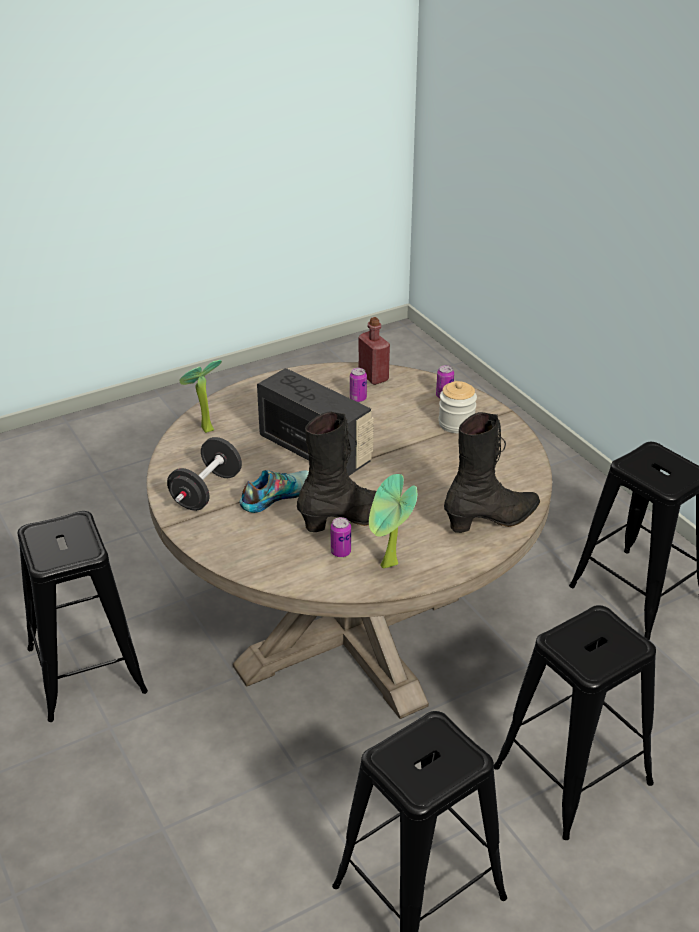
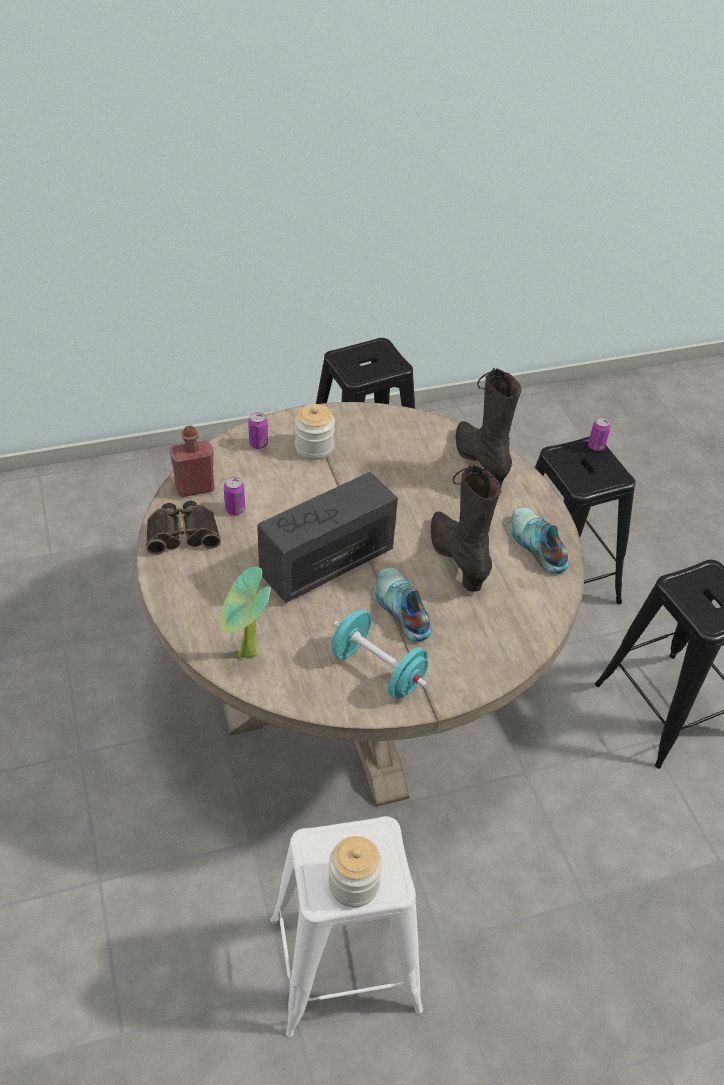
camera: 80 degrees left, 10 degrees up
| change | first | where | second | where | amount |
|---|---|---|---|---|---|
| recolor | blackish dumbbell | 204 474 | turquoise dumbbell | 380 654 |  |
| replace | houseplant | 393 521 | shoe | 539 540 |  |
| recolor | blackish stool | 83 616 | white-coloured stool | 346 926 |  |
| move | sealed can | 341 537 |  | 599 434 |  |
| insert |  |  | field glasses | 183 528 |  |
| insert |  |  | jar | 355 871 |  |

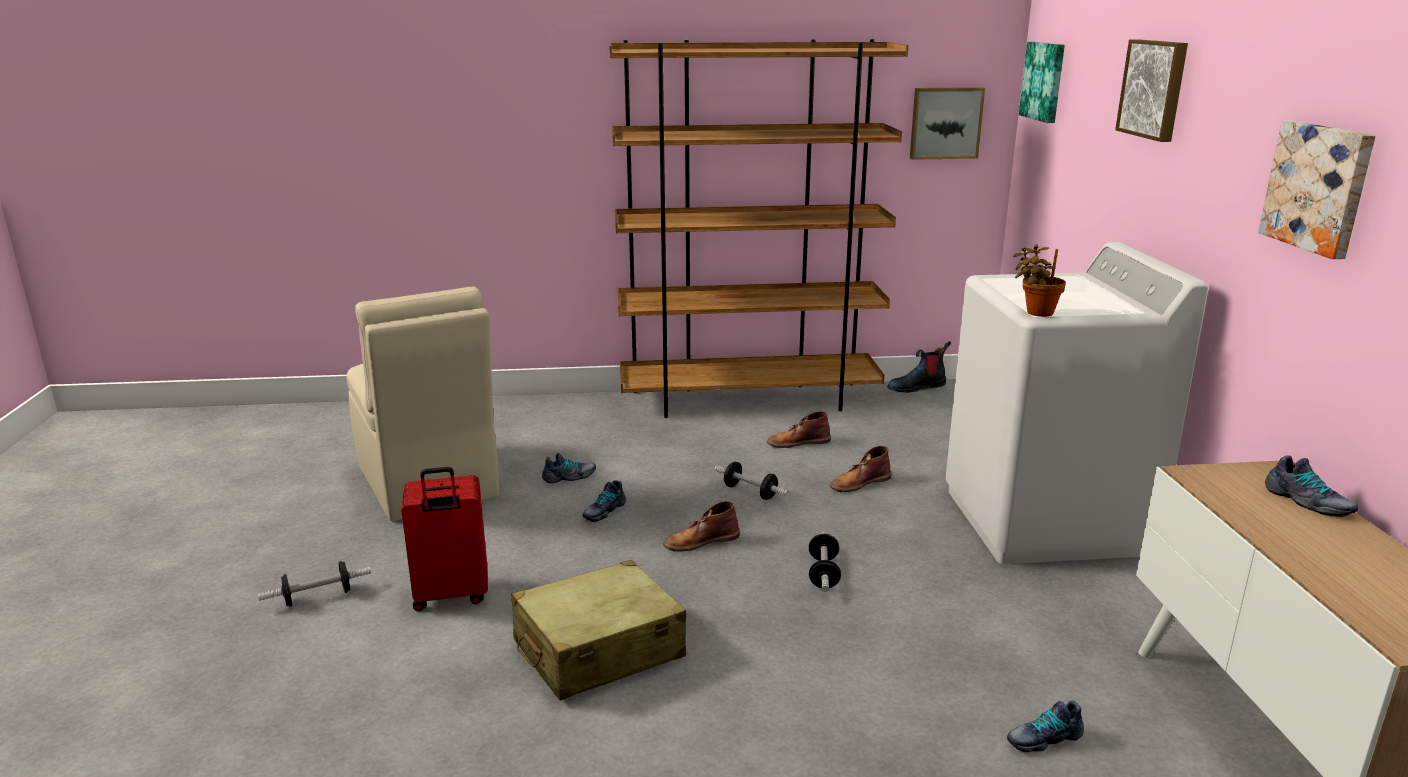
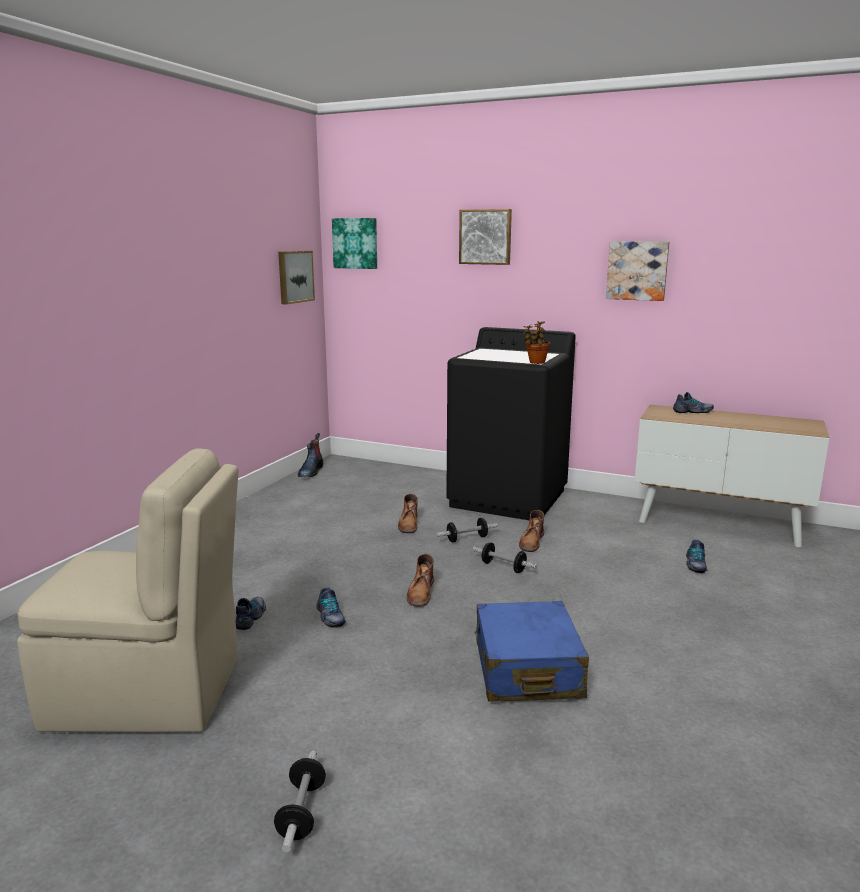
camera: 60 degrees left, 5 degrees down
| change | first | where | second | where | amount |
|---|---|---|---|---|---|
| delete | brown-coloured bookcase | 758 228 |  |  |  |
| recolor | white-coloured laundry appliance | 1077 403 | blackish laundry appliance | 511 423 |  |
| move | brown-coloured tall boot | 799 429 |  | 531 531 |  |
| move | dumbbell | 752 481 |  | 467 530 |  |
| delete | red-coloured piece of luggage | 444 539 |  |  |  |
| recolor | beige piece of luggage | 598 630 | blue piece of luggage | 531 651 |  |

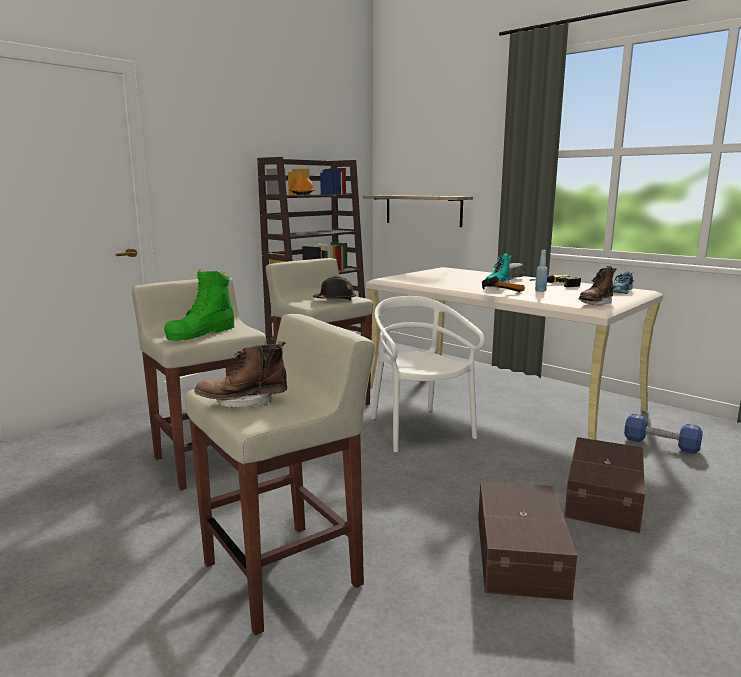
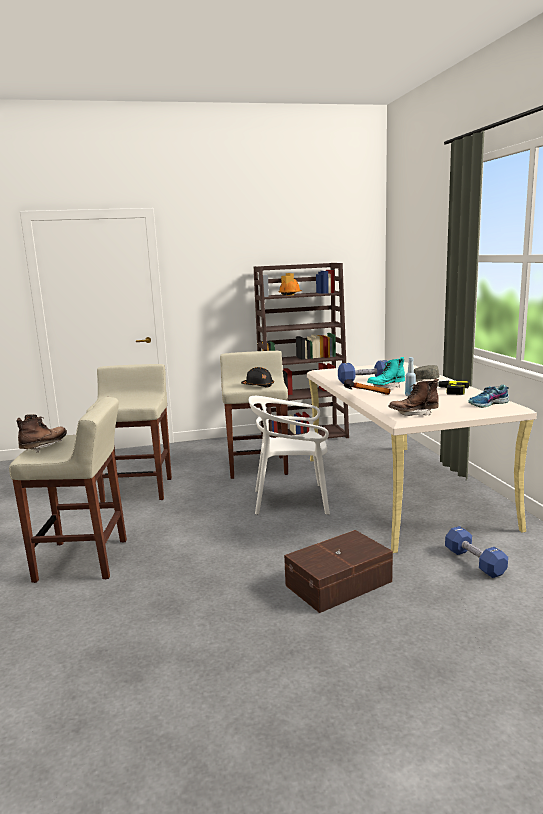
camera: 35 degrees right, 0 degrees up
| change | first | where | second | where | amount |
|---|---|---|---|---|---|
| delete | wall shelf | 418 211 |  |  |  |
| delete | green-coloured tall boot | 199 305 |  |  |  |
| rotate | white-coloured plain chair | 428 374 |  | 289 455 | 105 degrees counterclockwise |
| rotate | brown-coloured tall boot | 240 374 |  | 41 433 | 105 degrees clockwise |
| delete | brown-coloured storage box | 527 540 |  |  |  |
| insert |  |  | blue dumbbell | 363 372 |  |

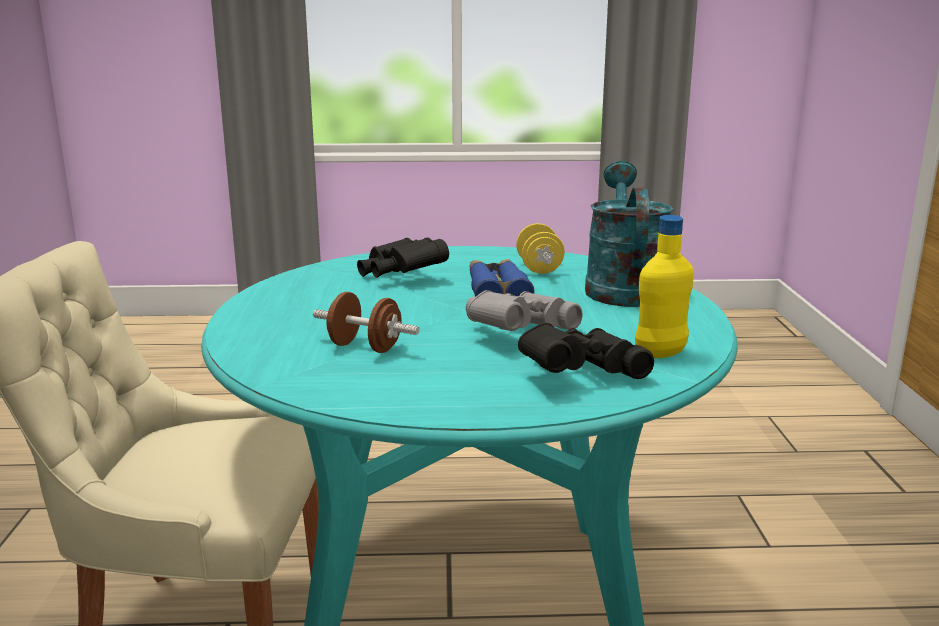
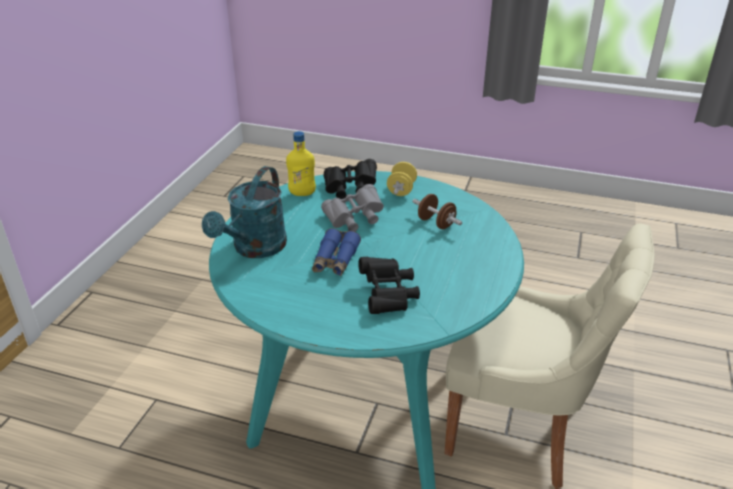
camera: 160 degrees left, 15 degrees up
| change | first | where | second | where | amount |
|---|---|---|---|---|---|
| move | yellow-coloured dumbbell | 540 248 |  | 402 179 |  |

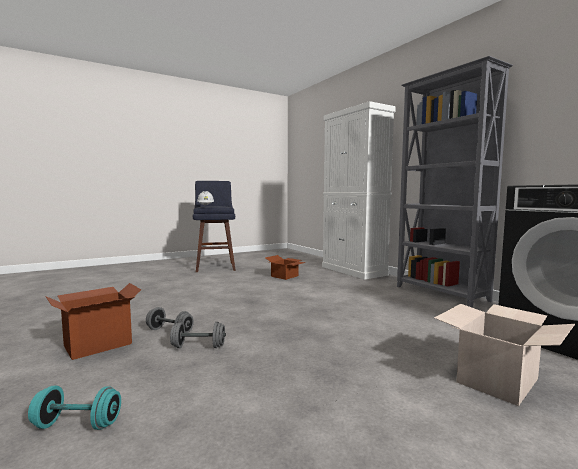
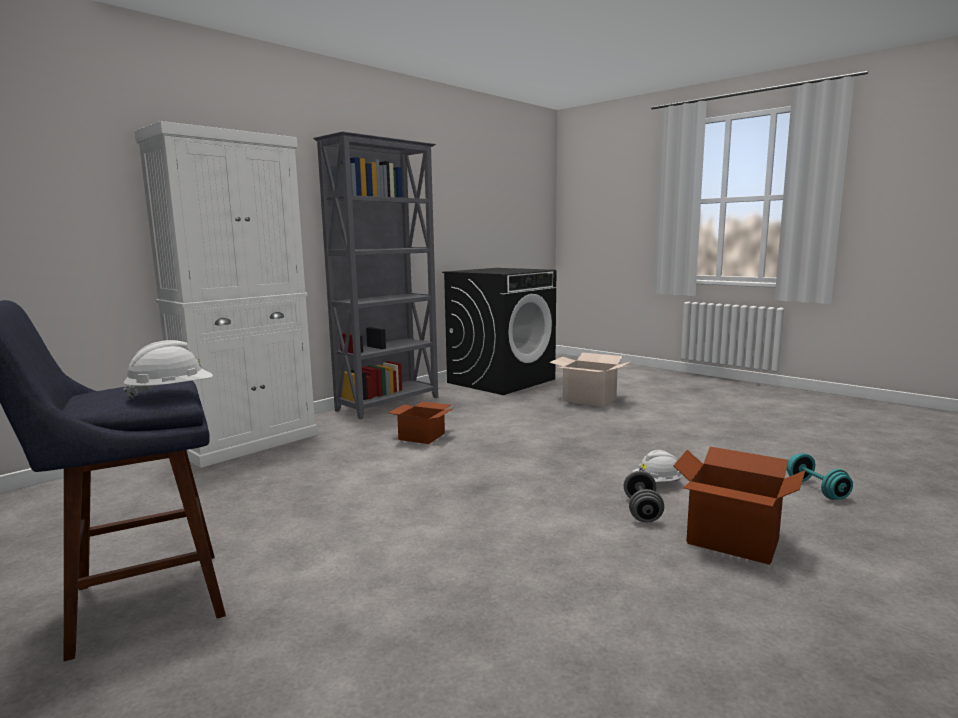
camera: 105 degrees left, 5 degrees up
| change | first | where | second | where | amount |
|---|---|---|---|---|---|
| move | cardboard box | 285 267 |  | 420 423 |  |
| replace | gray dumbbell | 198 335 | white-coloured safety helmet | 657 466 |  |

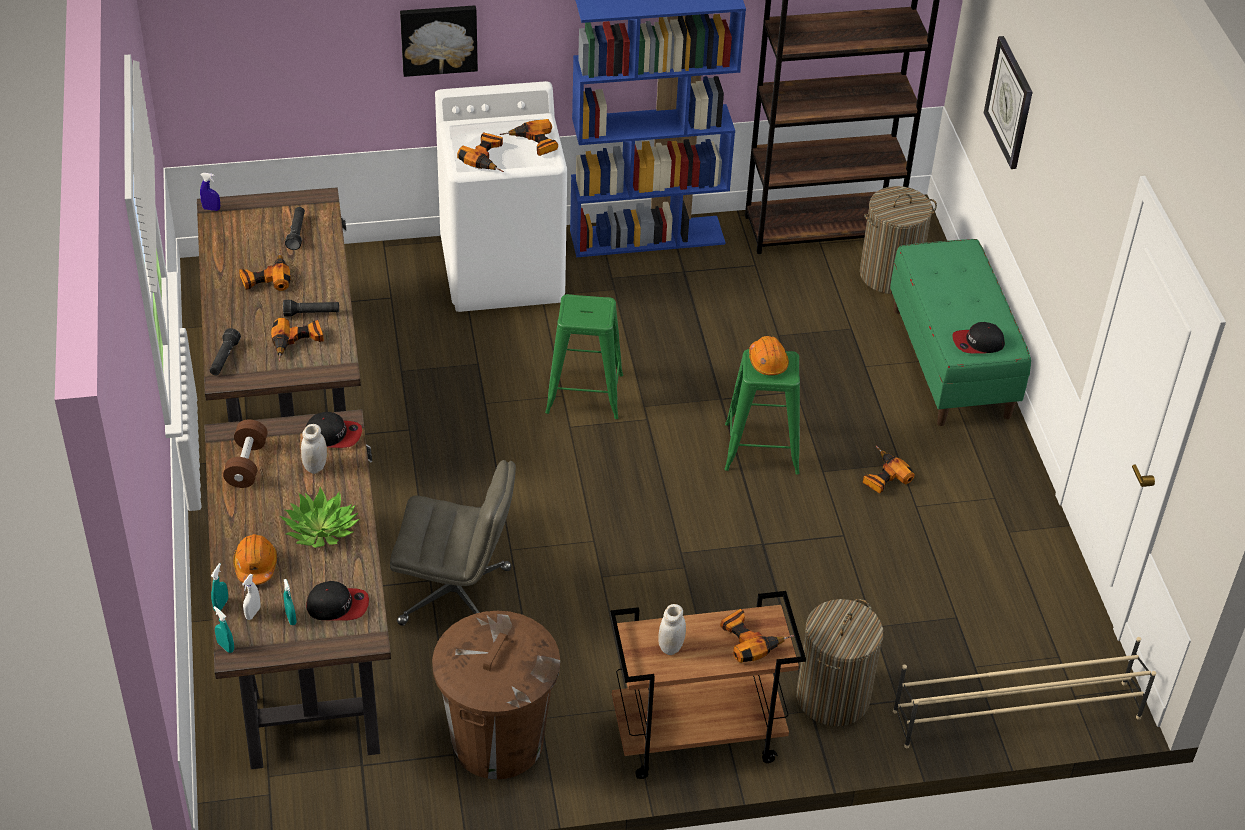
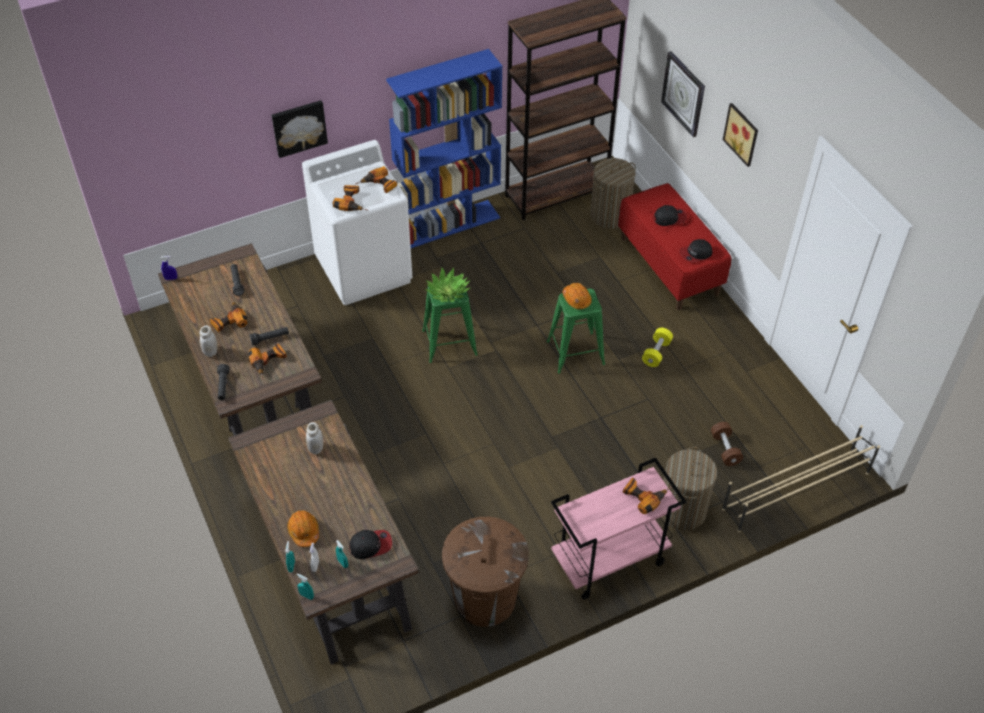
camera: 15 degrees left, 5 degrees up
| change | first | where | second | where | amount |
|---|---|---|---|---|---|
| recolor | green-coloured bench | 960 332 | red-coloured bench | 674 246 |  |
| move | baseball cap | 333 430 |  | 670 215 |  |
| move | brown-coloured dumbbell | 245 453 |  | 727 444 |  |
| replace | power drill | 889 470 | yellow-coloured dumbbell | 657 347 |  |
| delete | gray desk chair | 453 543 |  |  |  |
| move | houseplant | 320 517 |  | 448 285 |  |
| recolor | brown-coloured cart | 708 685 | pink-coloured cart | 619 529 |  |
| move | white-coloured jar | 672 629 |  | 209 341 |  |
| insert |  |  | picture | 740 135 |  |

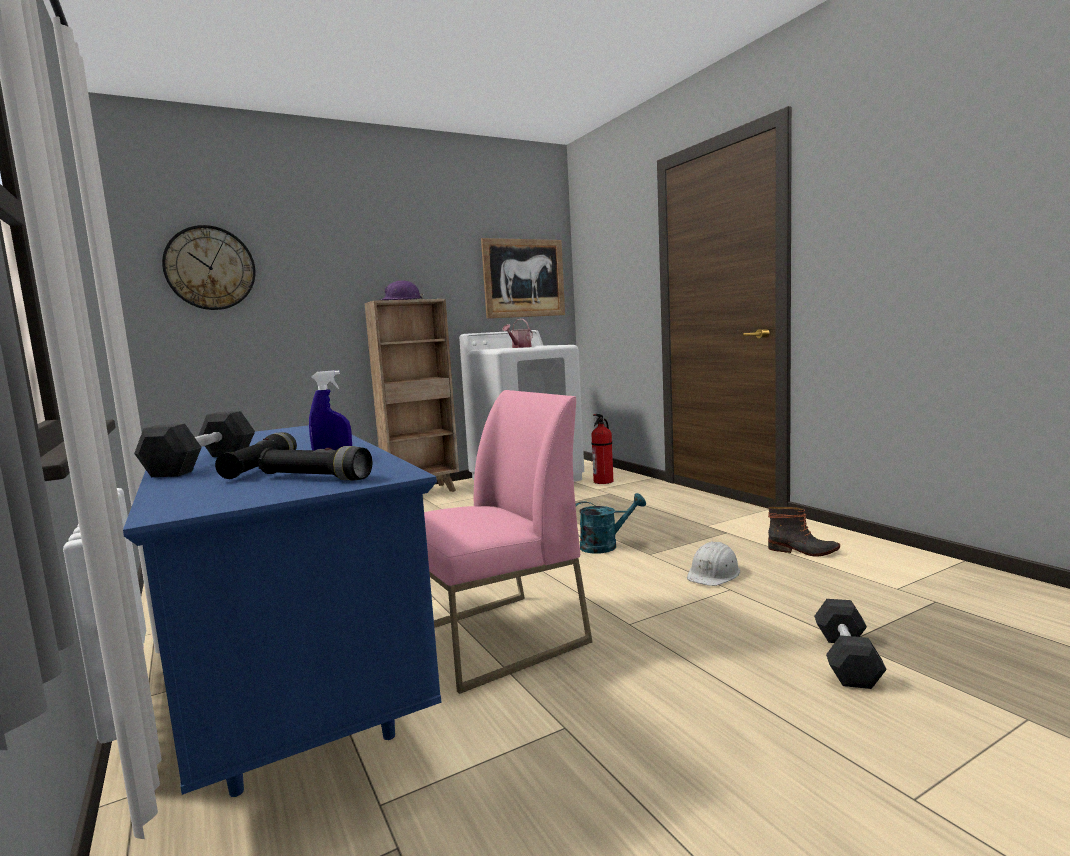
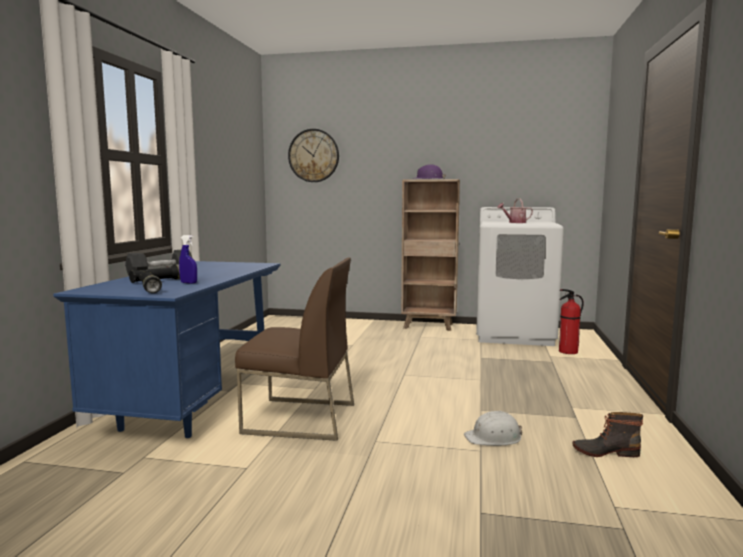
camera: 40 degrees right, 0 degrees up
| change | first | where | second | where | amount |
|---|---|---|---|---|---|
| delete | picture | 523 278 |  |  |  |
| recolor | pink-coloured plain chair | 508 542 | brown-coloured plain chair | 294 349 |  |
| delete | turquoise watering pot | 610 523 |  |  |  |
| rotate | tall boot | 804 532 |  | 608 434 | 120 degrees clockwise |
| delete | blackish dumbbell | 850 644 |  |  |  |

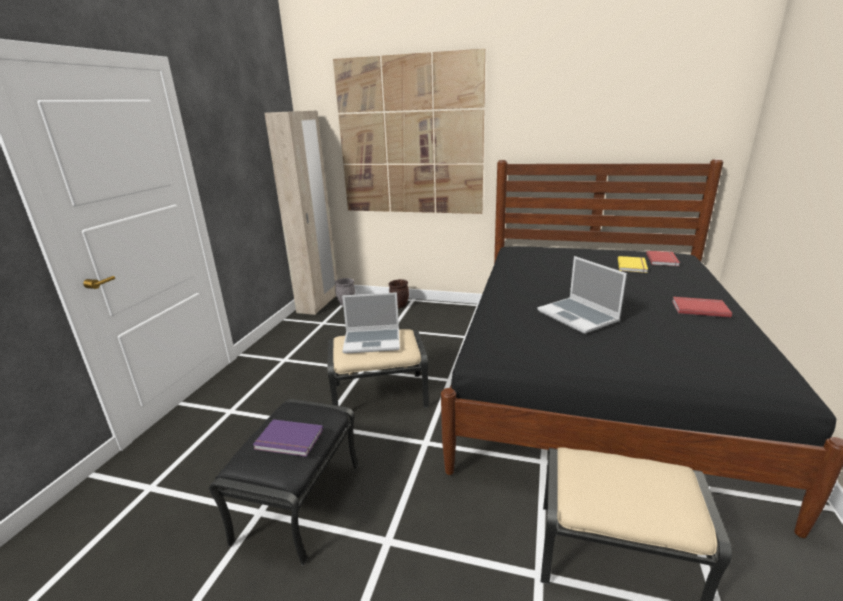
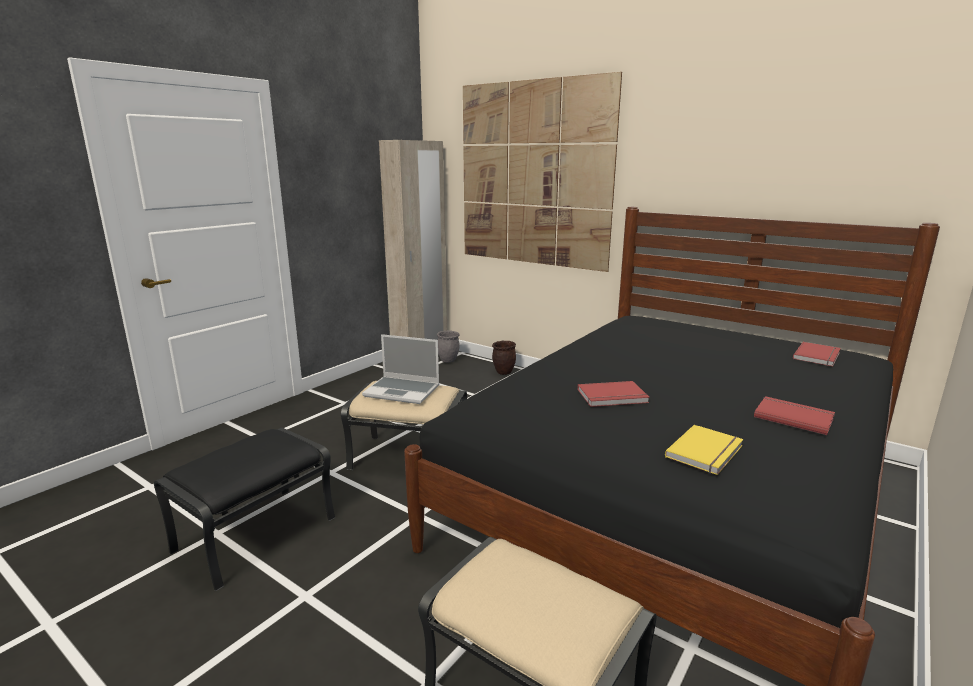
camera: 20 degrees right, 5 degrees down
| change | first | where | second | where | amount |
|---|---|---|---|---|---|
| replace | notebook computer | 582 295 | red-coloured bound book | 613 394 |  |
| move | yellow-coloured bound book | 633 264 |  | 704 450 |  |
| delete | purple-coloured bound book | 288 438 |  |  |  |

